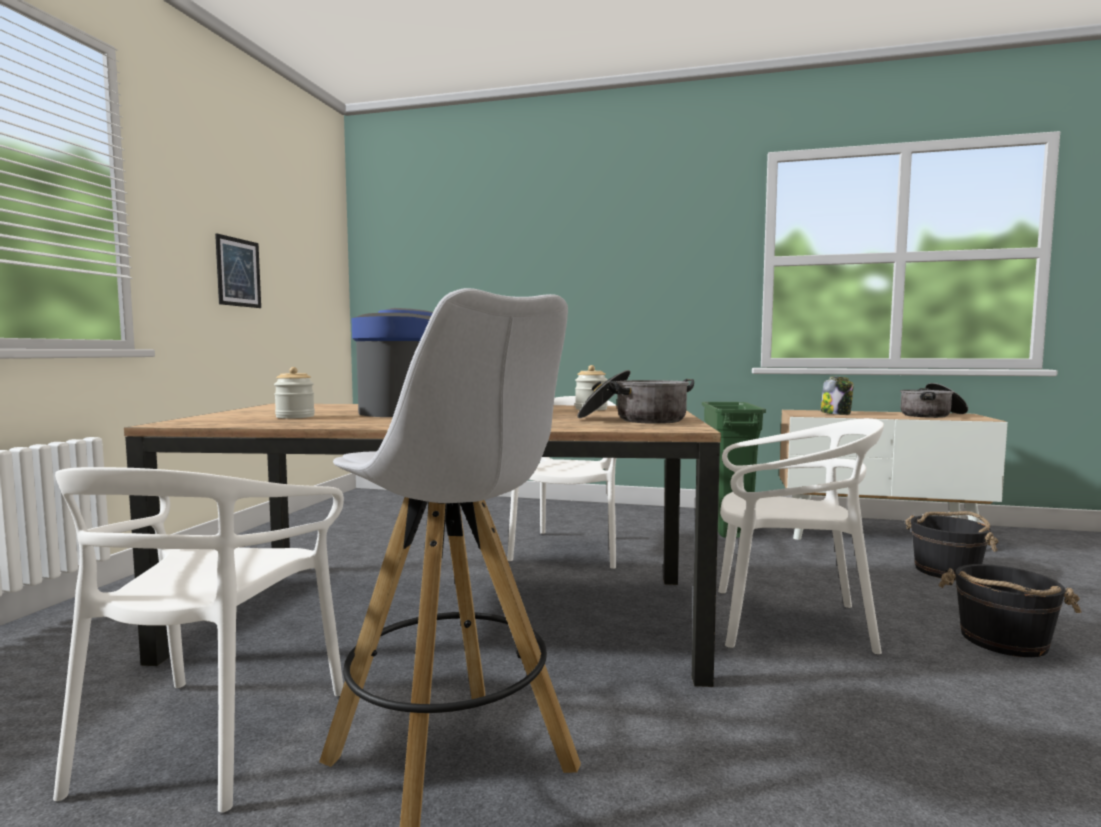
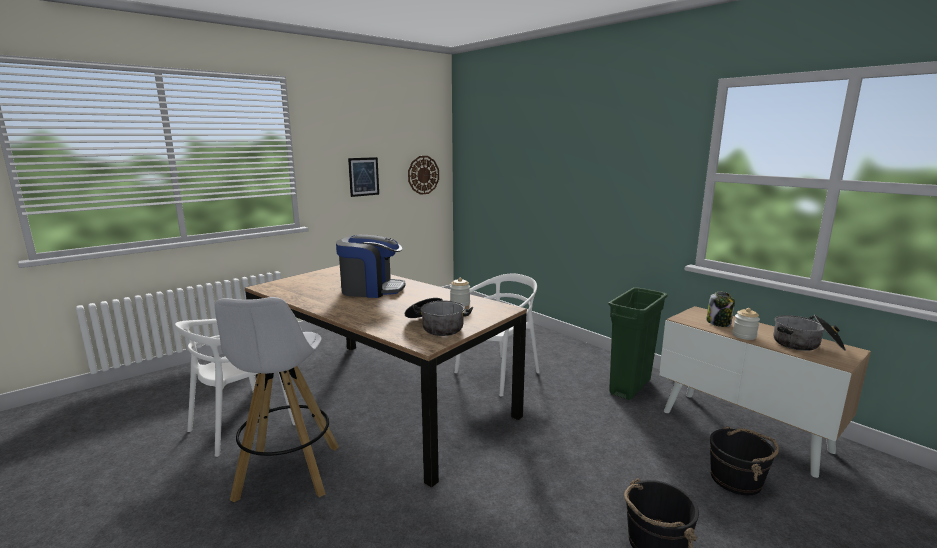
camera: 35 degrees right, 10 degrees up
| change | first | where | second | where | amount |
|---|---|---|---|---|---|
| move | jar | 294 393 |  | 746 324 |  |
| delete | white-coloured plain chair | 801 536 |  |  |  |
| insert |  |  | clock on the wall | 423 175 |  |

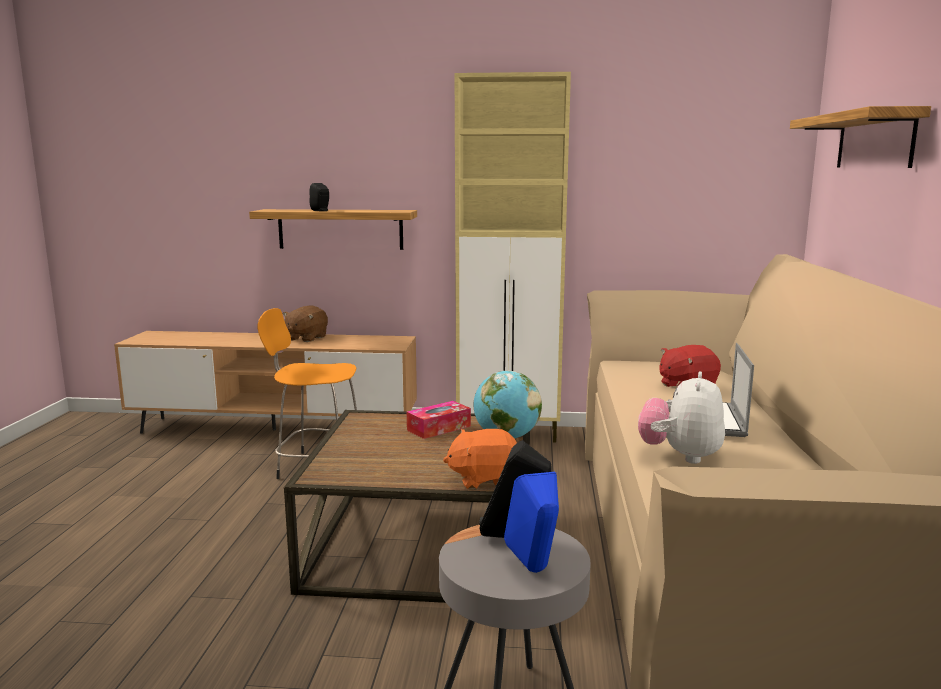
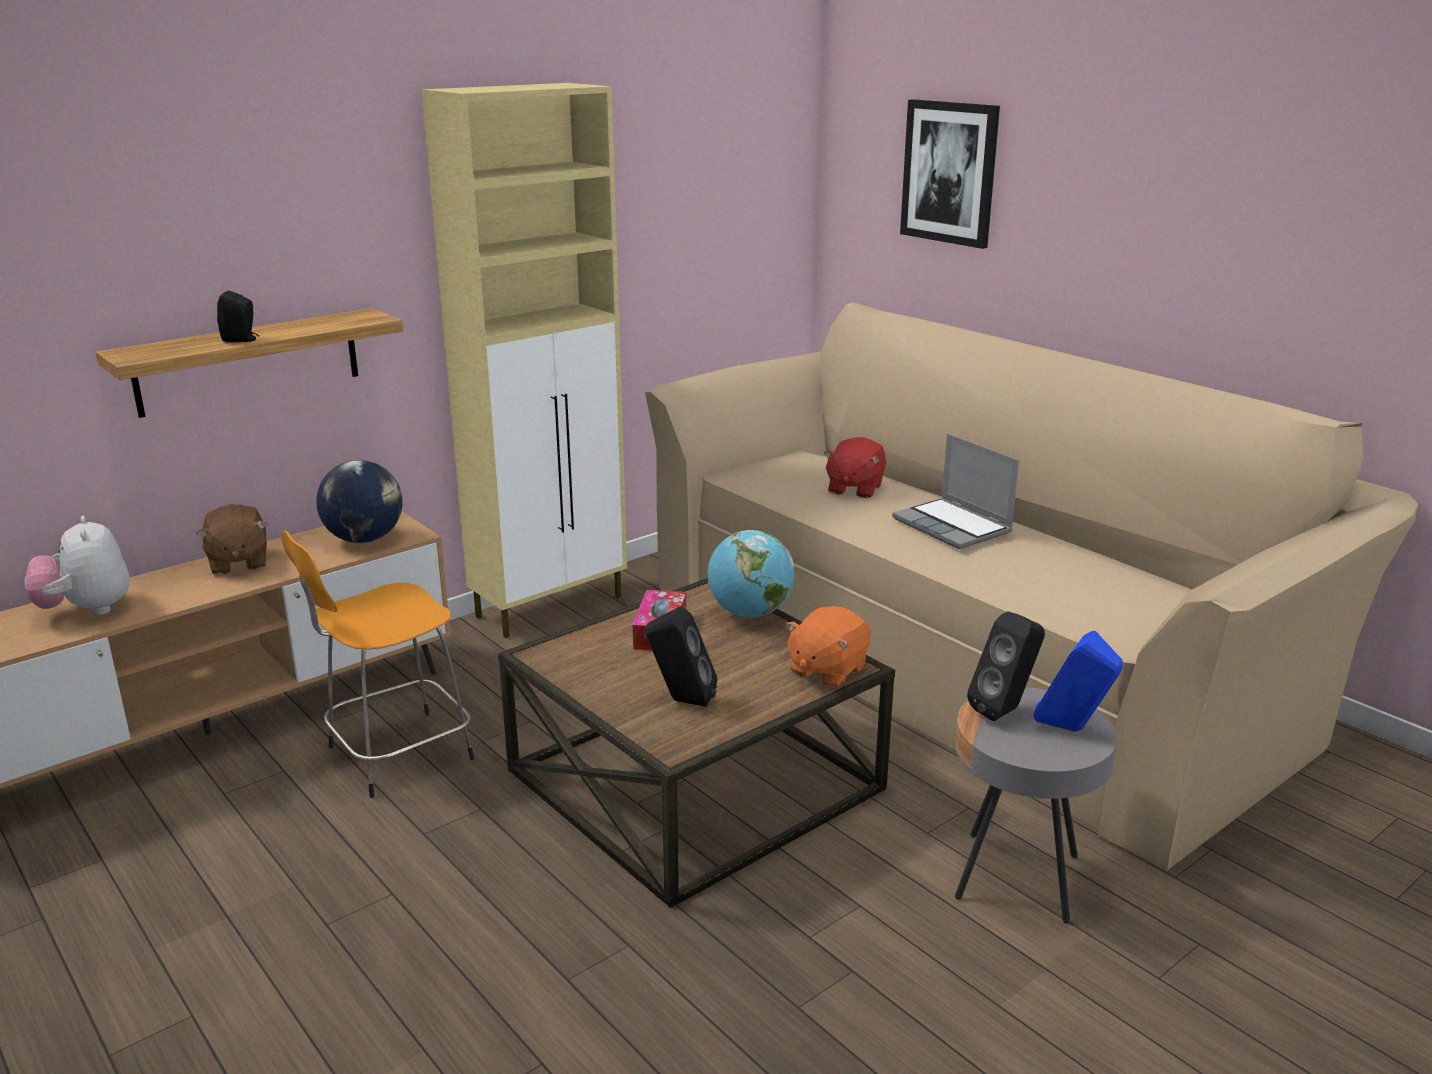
camera: 45 degrees left, 10 degrees up
| change | first | where | second | where | amount |
|---|---|---|---|---|---|
| replace | wall shelf | 860 137 | picture | 950 174 |  |
| move | plush toy | 681 417 |  | 77 565 |  |
| insert |  |  | desk globe | 359 501 |  |
| insert |  |  | blackish speaker | 681 657 |  |

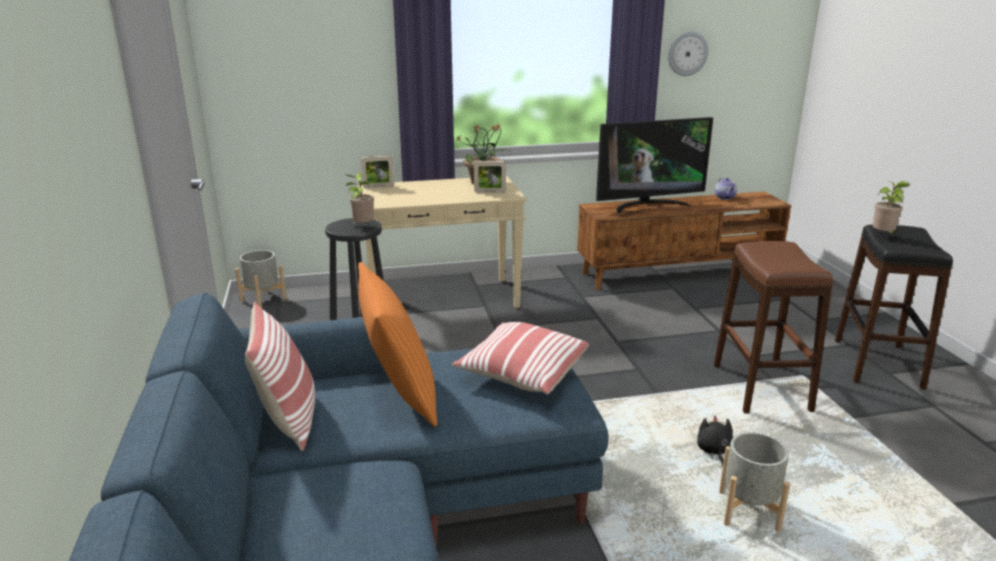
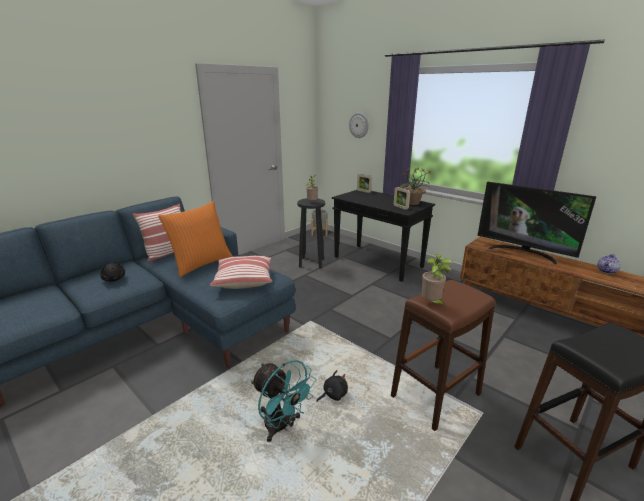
camera: 55 degrees right, 0 degrees up
| change | first | where | second | where | amount |
|---|---|---|---|---|---|
| move | clock on the wall | 688 53 |  | 359 125 |  |
| recolor | beige console table | 442 242 | blackish console table | 383 236 |  |
| move | houseplant | 891 207 |  | 437 280 |  |
| replace | gray planter | 754 482 | turquoise electric fan | 283 401 |  |
| insert |  |  | blackish plush toy | 112 272 |  |

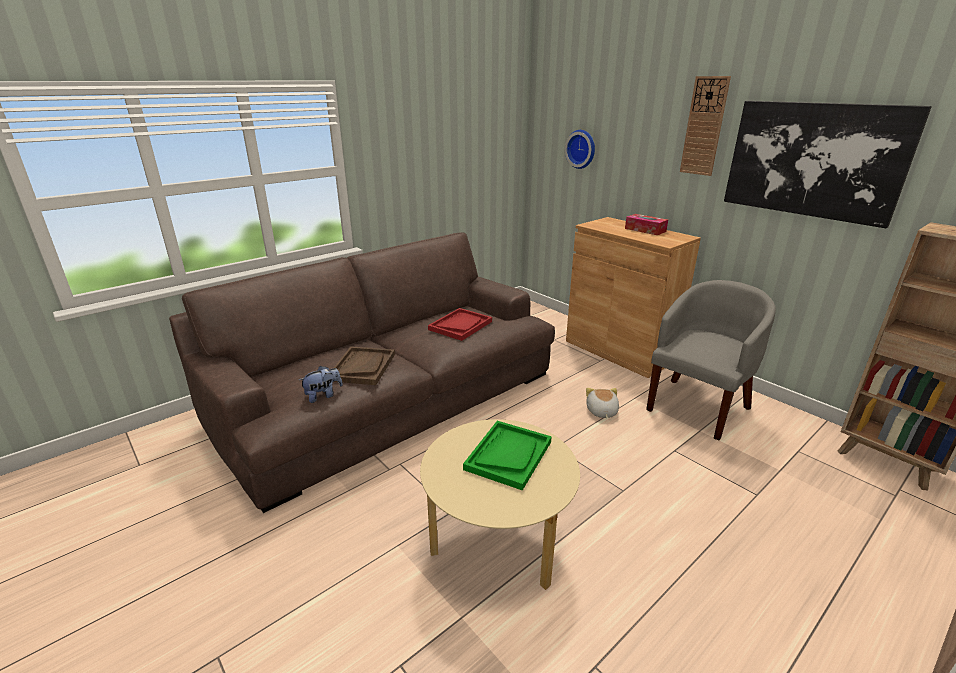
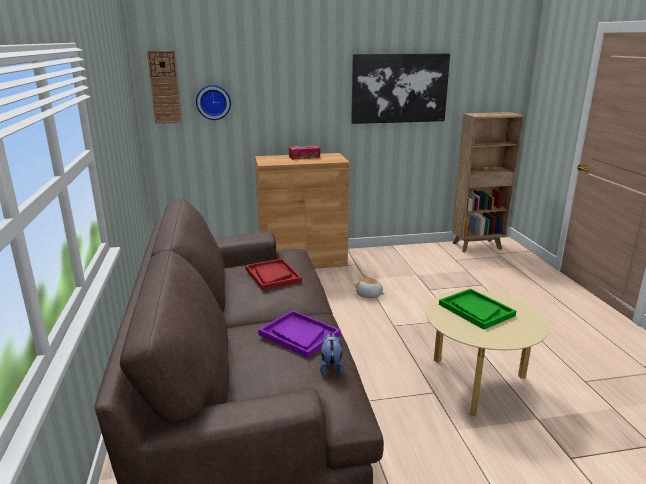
camera: 60 degrees left, 5 degrees down
| change | first | where | second | where | amount |
|---|---|---|---|---|---|
| move | clock on the wall | 705 126 |  | 164 87 |  |
| delete | gray armchair | 711 360 |  |  |  |
| recolor | brown-coloured tray | 364 365 | purple-coloured tray | 299 334 |  |

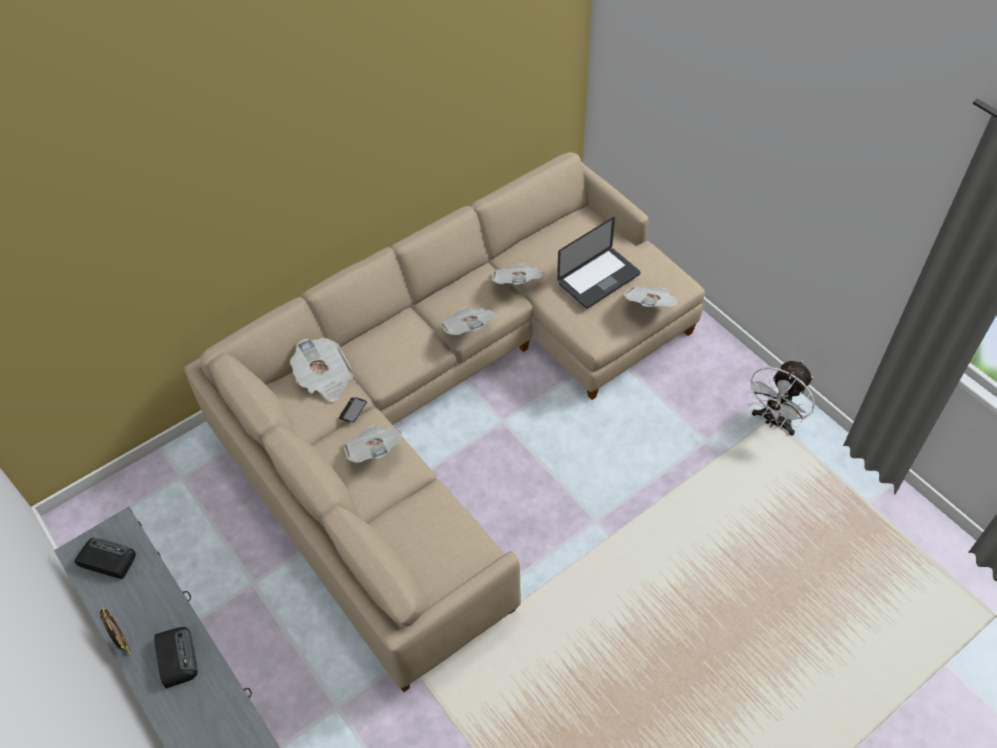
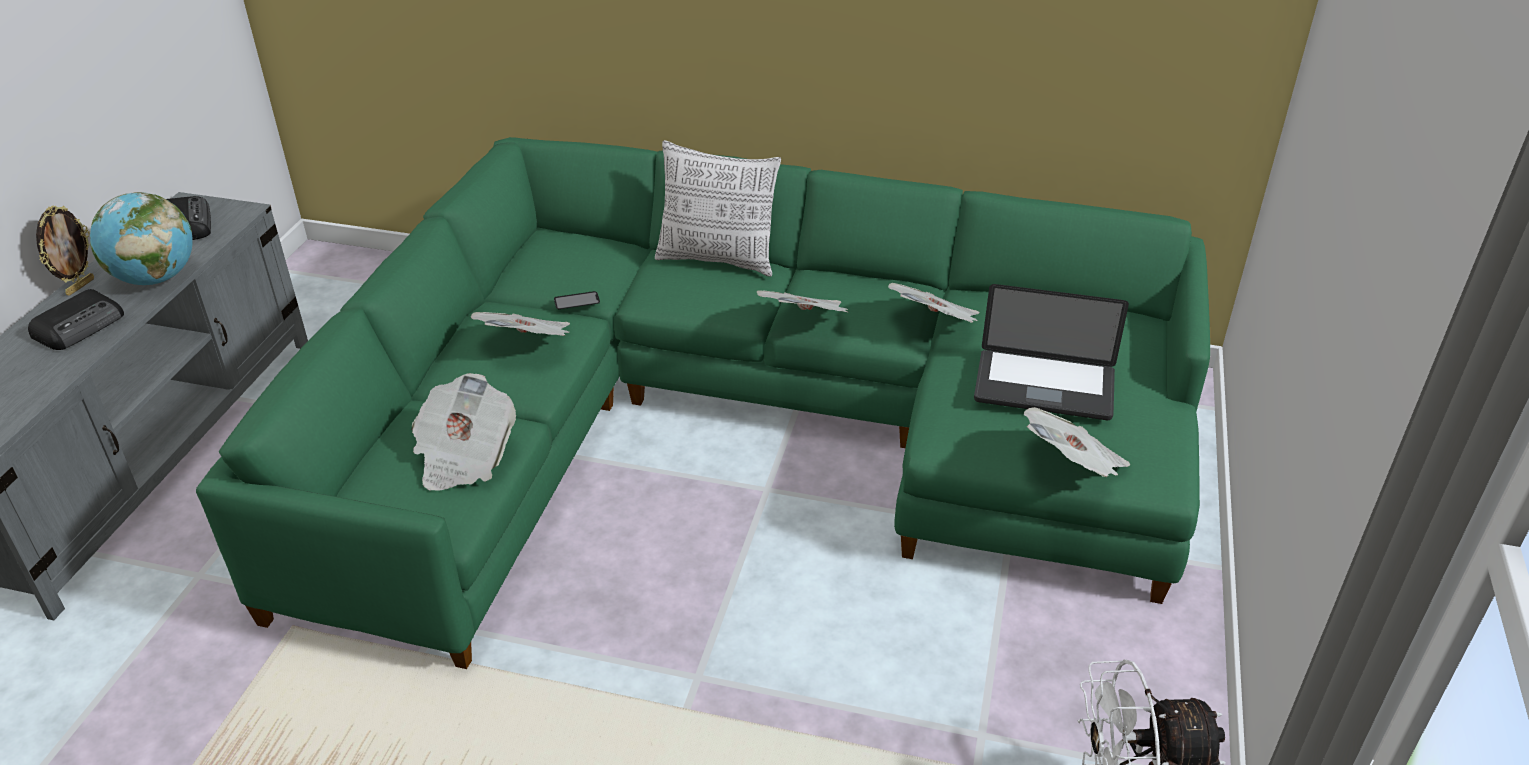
camera: 50 degrees right, 15 degrees down
| change | first | where | second | where | amount |
|---|---|---|---|---|---|
| recolor | beige couch | 444 422 | green-coloured couch | 703 403 |  |
| move | printed paper | 322 370 |  | 463 432 |  |
| insert |  |  | pillow | 718 208 |  |
| insert |  |  | desk globe | 141 238 |  |

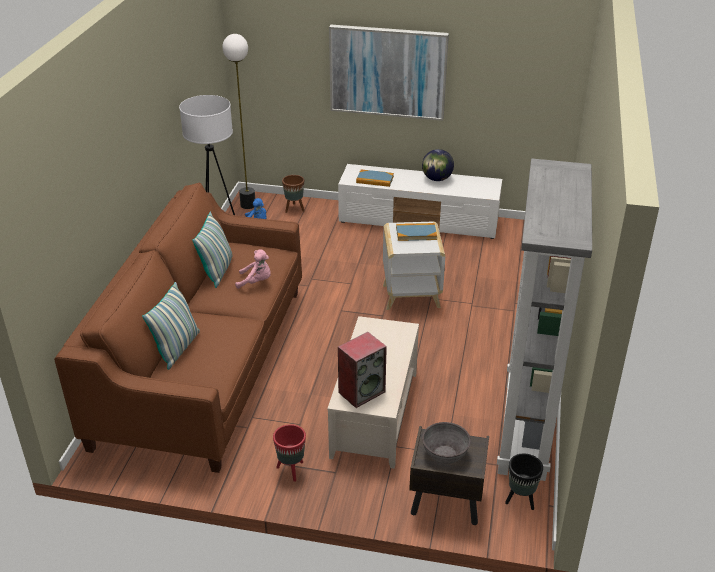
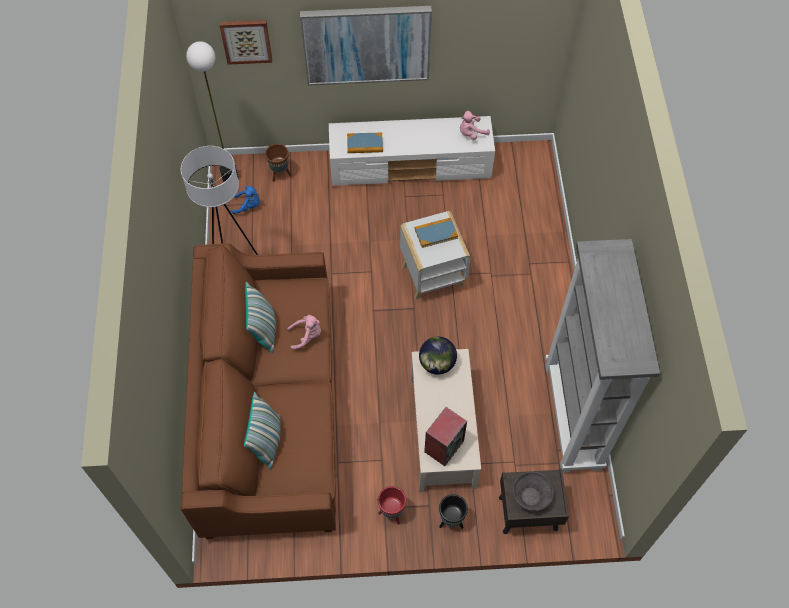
camera: 15 degrees left, 25 degrees up
| change | first | where | second | where | amount |
|---|---|---|---|---|---|
| move | desk globe | 438 165 |  | 438 356 |  |
| move | blackish planter | 524 481 |  | 453 511 |  |
| insert |  |  | picture | 245 42 |  |
| insert |  |  | pink-coloured plush toy | 475 125 |  |

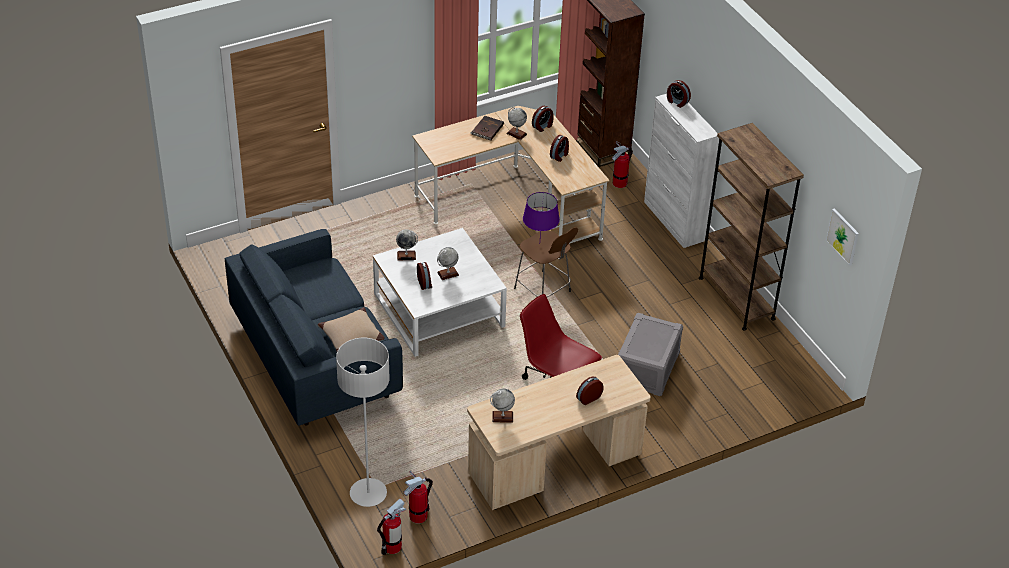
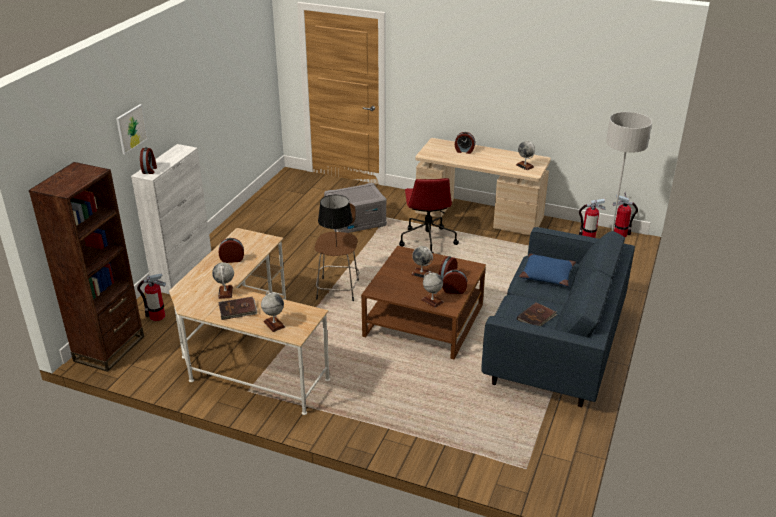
camera: 130 degrees left, 10 degrees down
| change | first | where | second | where | amount |
|---|---|---|---|---|---|
| move | bedside clock | 543 119 |  | 455 281 |  |
| delete | brown-coloured bookcase | 751 227 |  |  |  |
| recolor | purple-coloured tabletop lamp | 541 214 | blackish tabletop lamp | 335 221 |  |
| move | picture | 842 237 |  | 132 129 |  |
| recolor | white-coloured low table | 440 292 | brown-coloured low table | 423 302 |  |
| recolor | beige pillow | 351 329 | blue pillow | 547 270 |  |
| insert |  |  | desk globe | 273 311 |  |
| insert |  |  | brown-coloured bound book | 537 314 |  |

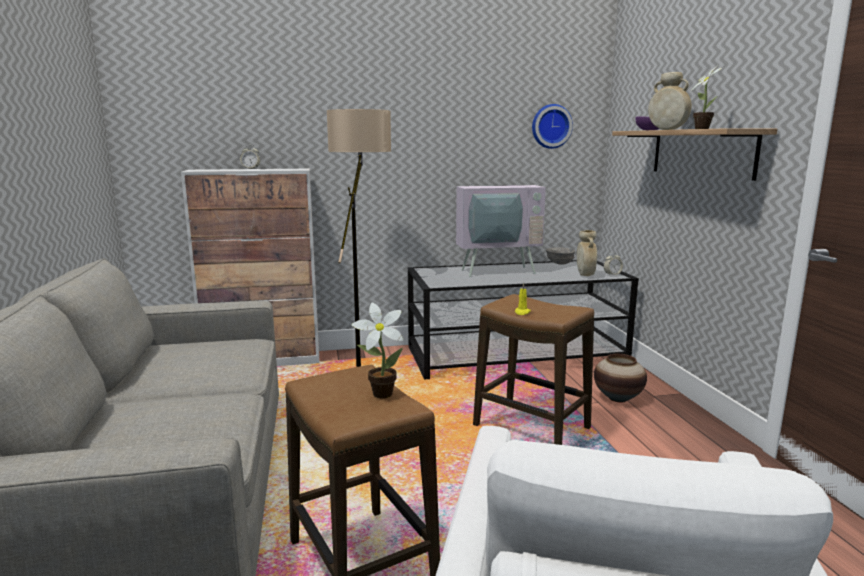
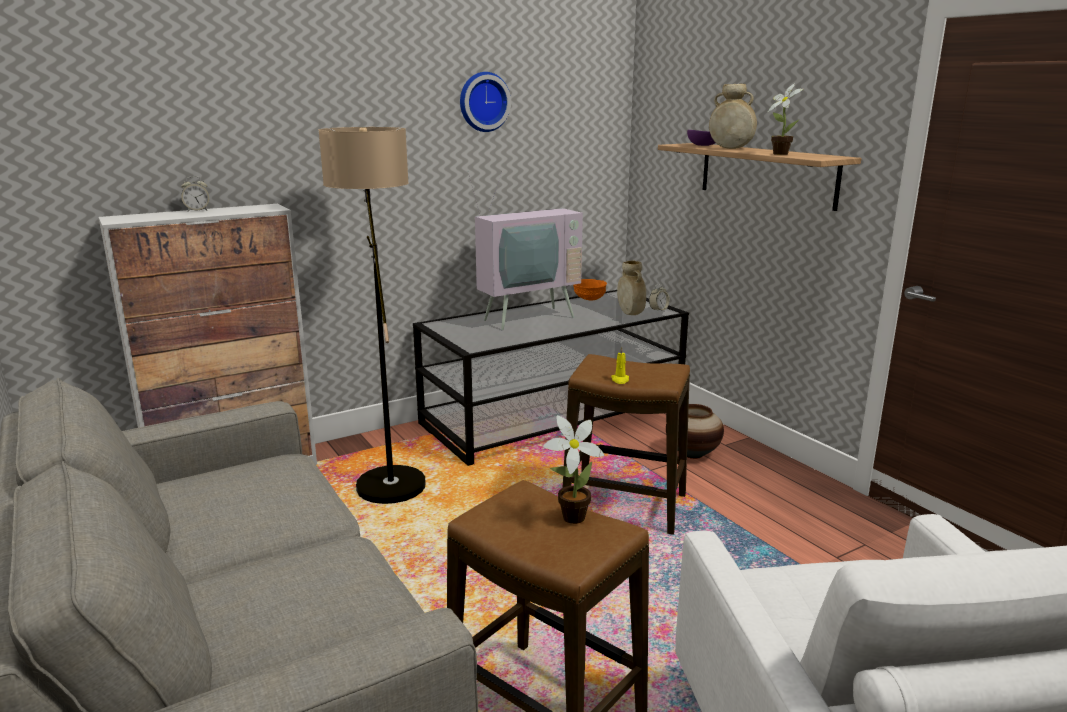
camera: 20 degrees left, 5 degrees up
| change | first | where | second | where | amount |
|---|---|---|---|---|---|
| move | clock on the wall | 552 126 |  | 485 102 |  |
| recolor | gray serving bowl | 560 256 | orange serving bowl | 590 290 |  |

